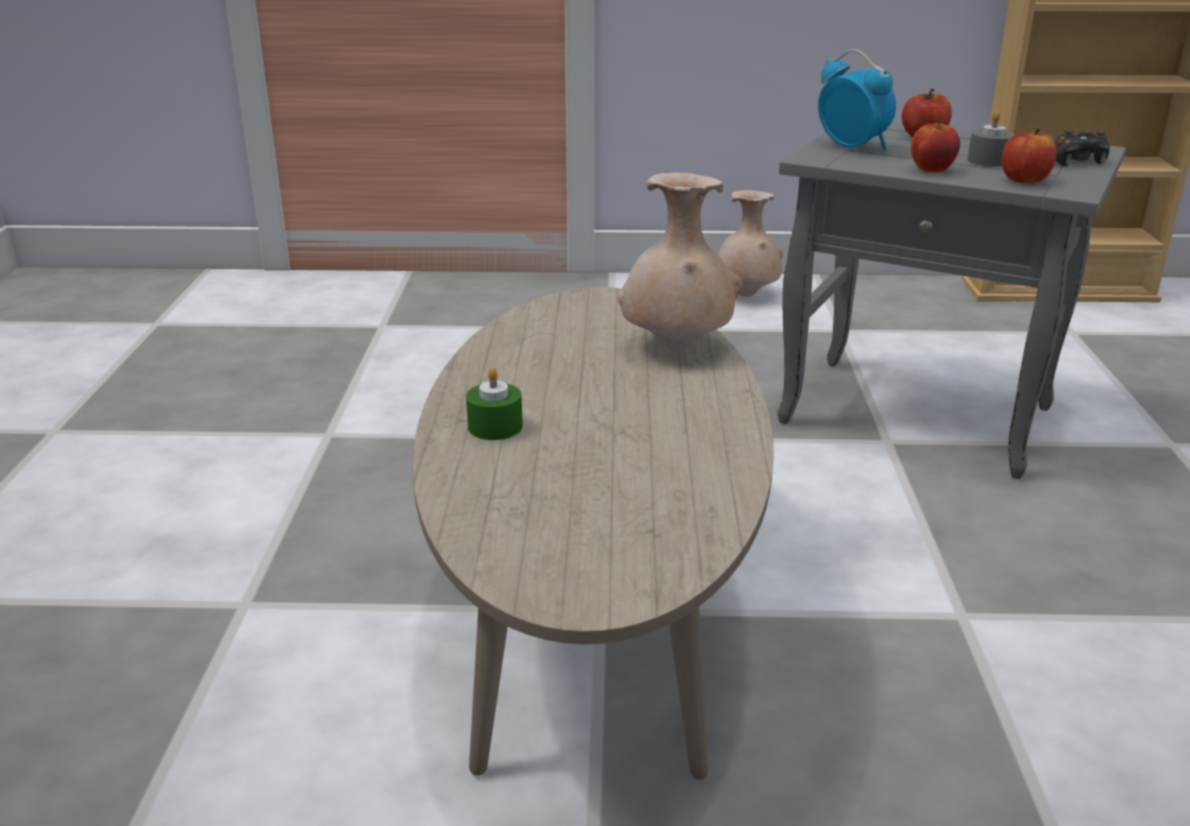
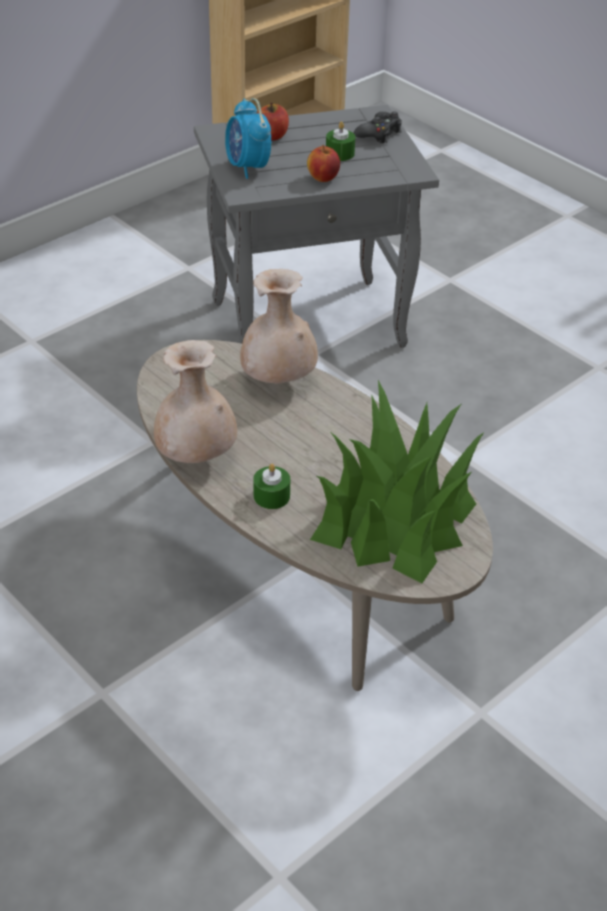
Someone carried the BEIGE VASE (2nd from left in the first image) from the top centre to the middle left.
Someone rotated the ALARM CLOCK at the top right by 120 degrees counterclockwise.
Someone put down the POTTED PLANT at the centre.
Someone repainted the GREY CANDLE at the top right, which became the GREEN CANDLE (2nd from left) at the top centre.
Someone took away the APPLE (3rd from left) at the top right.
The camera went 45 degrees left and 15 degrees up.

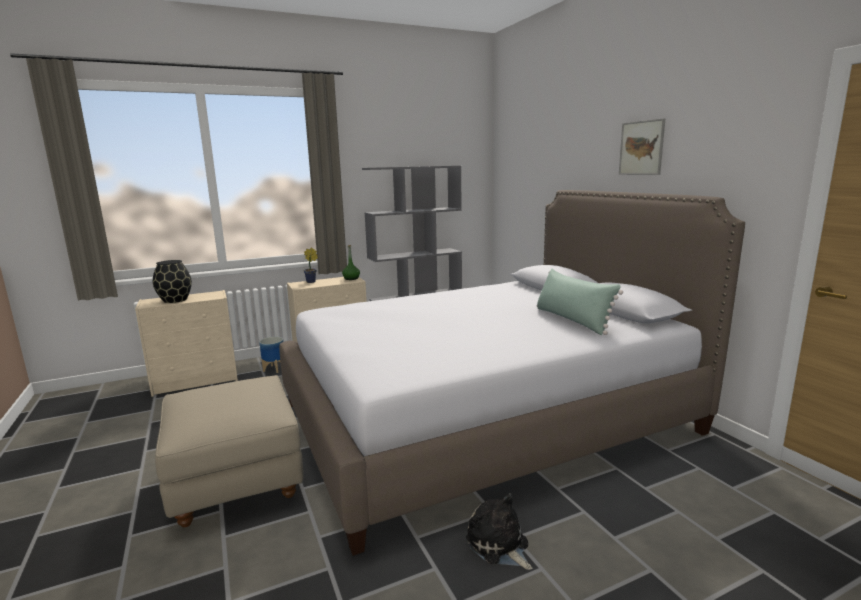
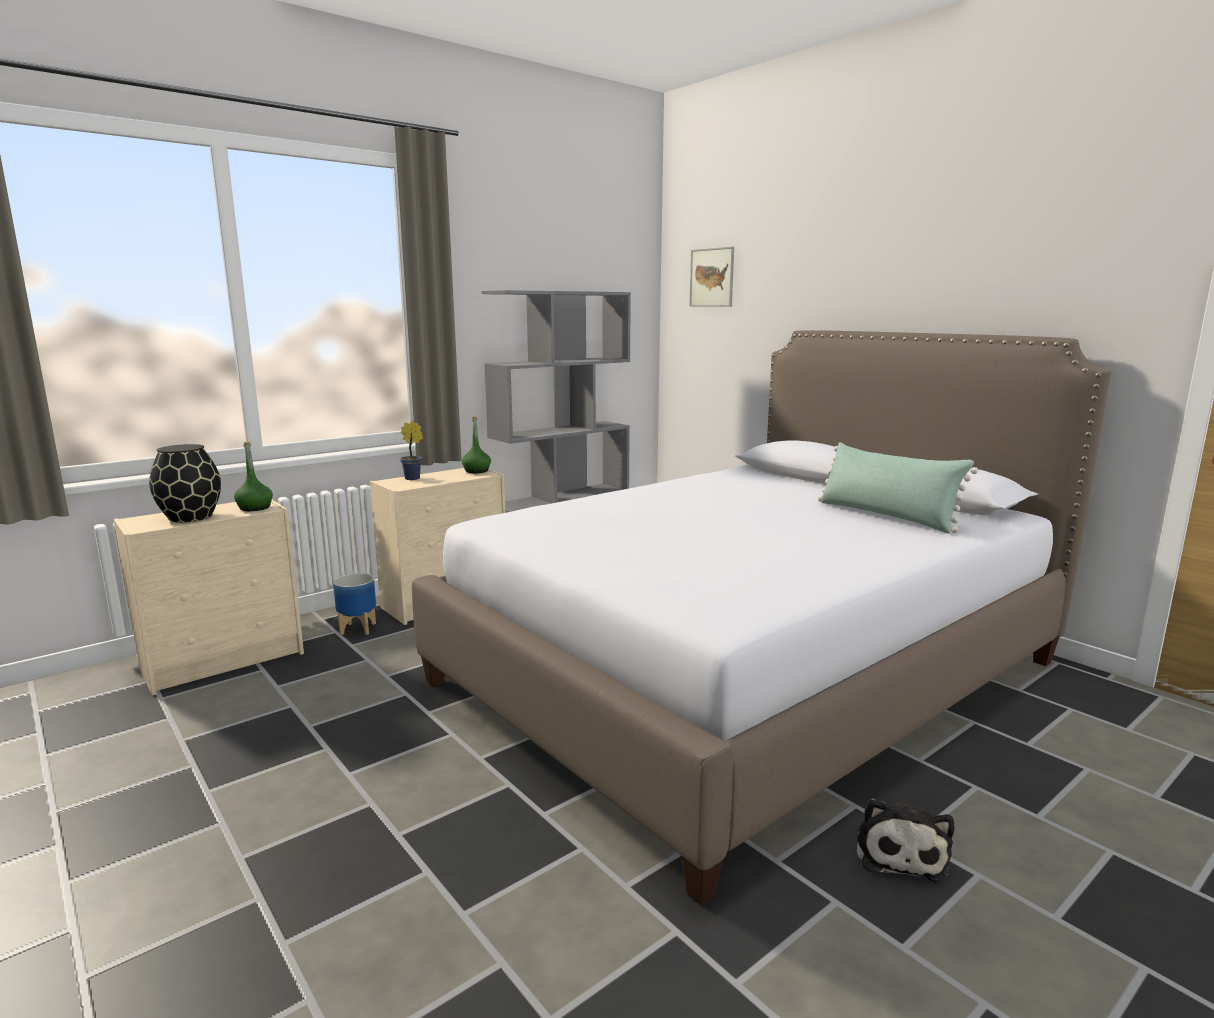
Someone put down the GREEN BOTTLE (1st from left) at the middle left.
Someone carried the PICTURE from the top right to the top centre.
Someone rotated the PLUSH TOY at the bottom centre by 120 degrees counterclockwise.
Someone took away the BEIGE OTTOMAN at the bottom left.
The camera went 15 degrees left and 0 degrees up.

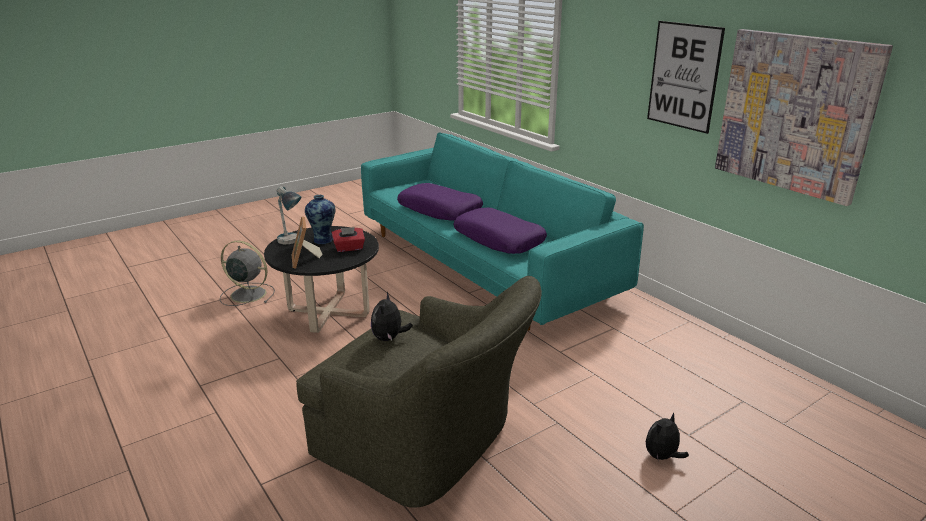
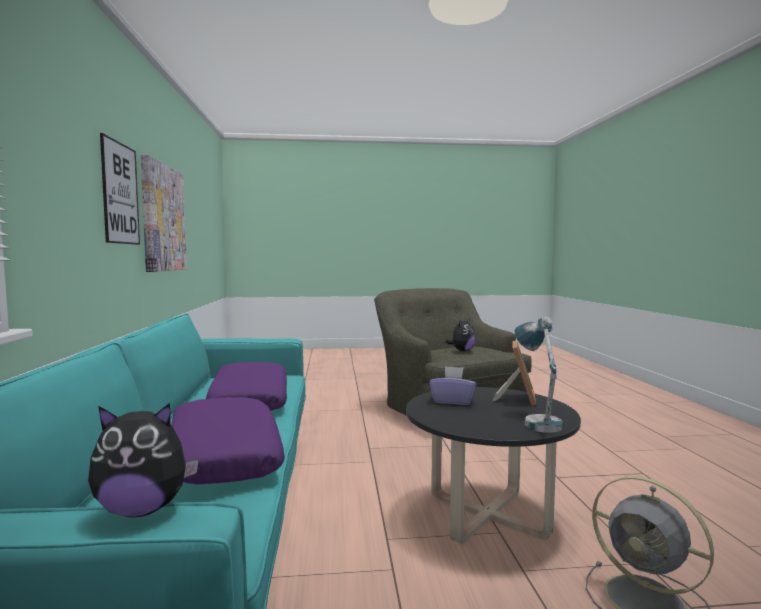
Someone carried the PLUSH TOY (2nd from left in the first image) from the bottom right to the bottom left.
Someone repainted the RED TISSUE BOX at the centre, which became the PURPLE TISSUE BOX at the centre.
Someone took away the VASE at the centre.
The camera went 150 degrees left and 20 degrees down.

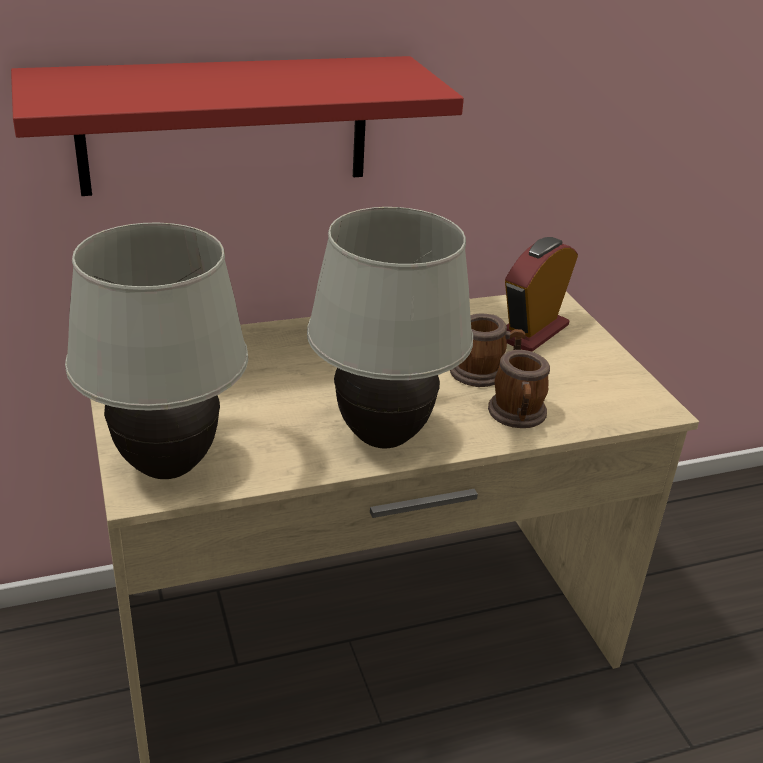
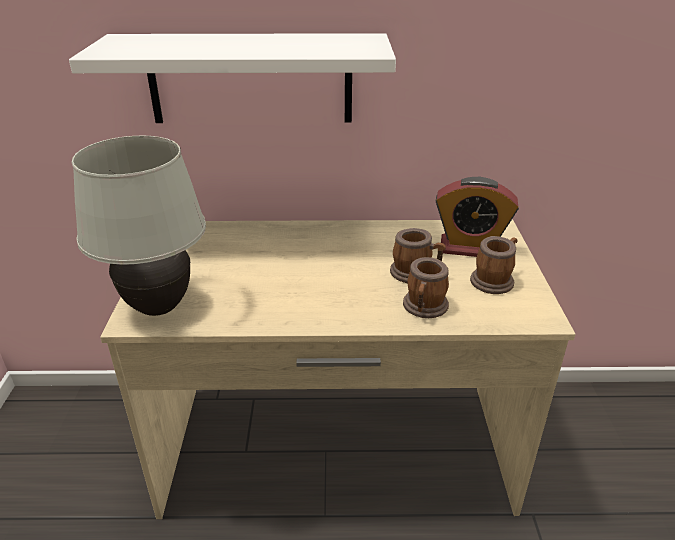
Someone repainted the RED SHELF at the top left, which became the WHITE SHELF at the top centre.
Someone rotated the ALARM CLOCK at the middle right by 135 degrees counterclockwise.
Someone put down the MUG (3rd from left) at the middle right.
Someone took away the WHITE TABLE LAMP (2nd from left) at the centre.
The camera went 20 degrees right and 0 degrees up.

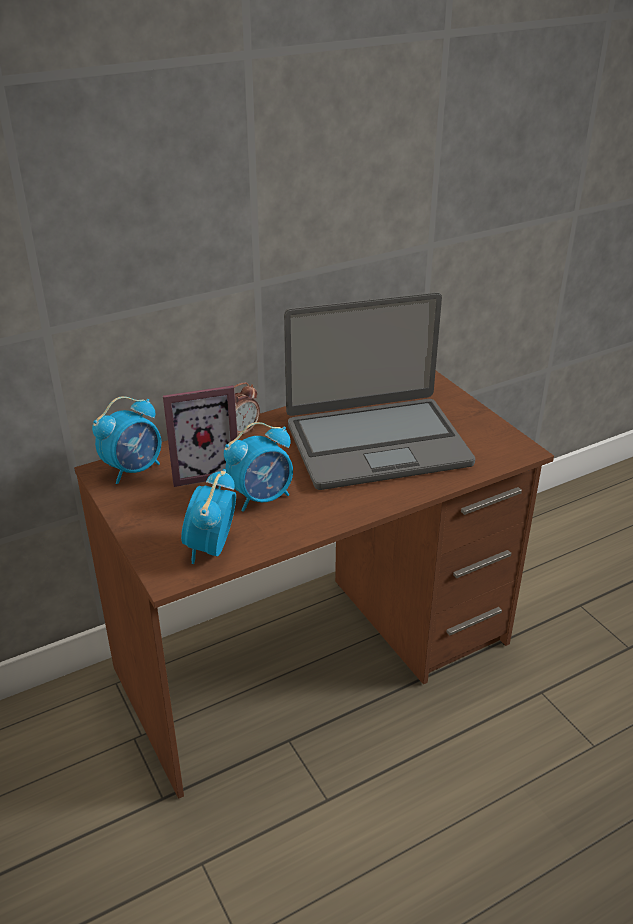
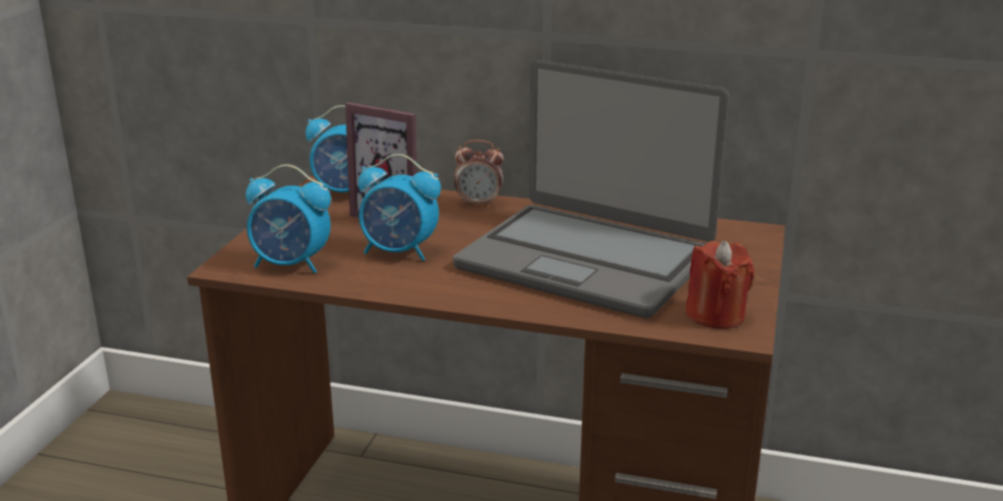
Someone rotated the ALARM CLOCK (2nd from left in the first image) at the middle left by 135 degrees counterclockwise.
Someone put down the RED CANDLE at the middle right.
The camera went 45 degrees right and 10 degrees down.

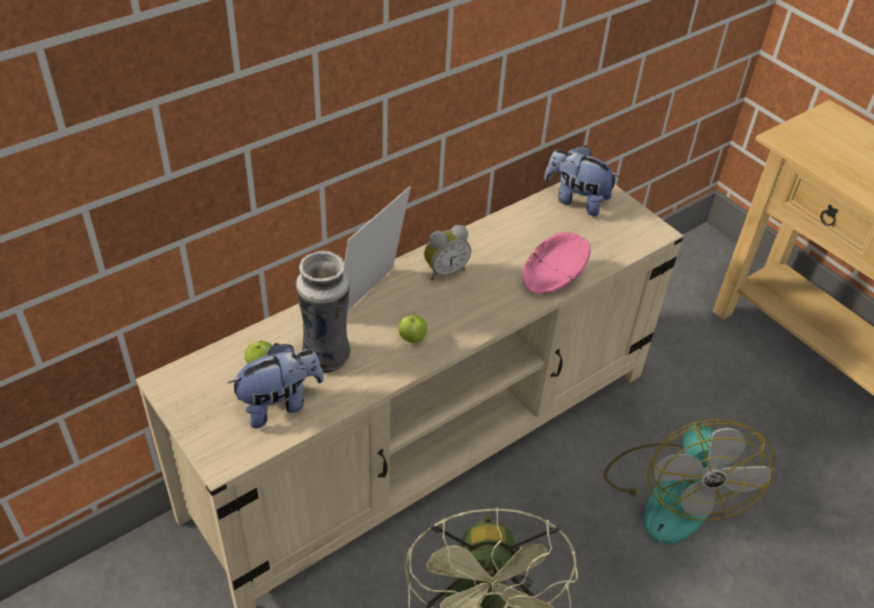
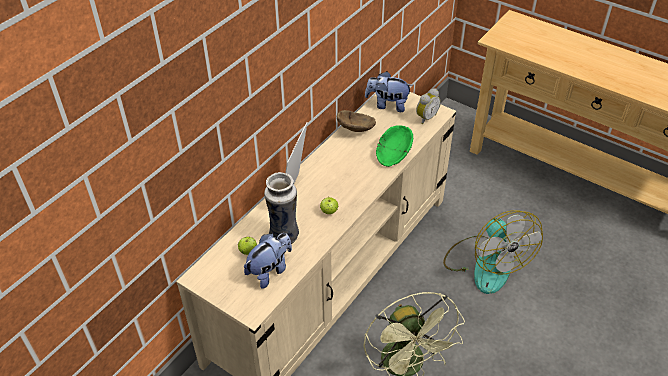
Someone put down the BROWN BOWL at the top centre.
Someone repainted the PINK BOWL at the centre, which became the GREEN BOWL at the centre.
Someone carried the ALARM CLOCK from the centre to the top centre.
The camera went 15 degrees left and 0 degrees up.

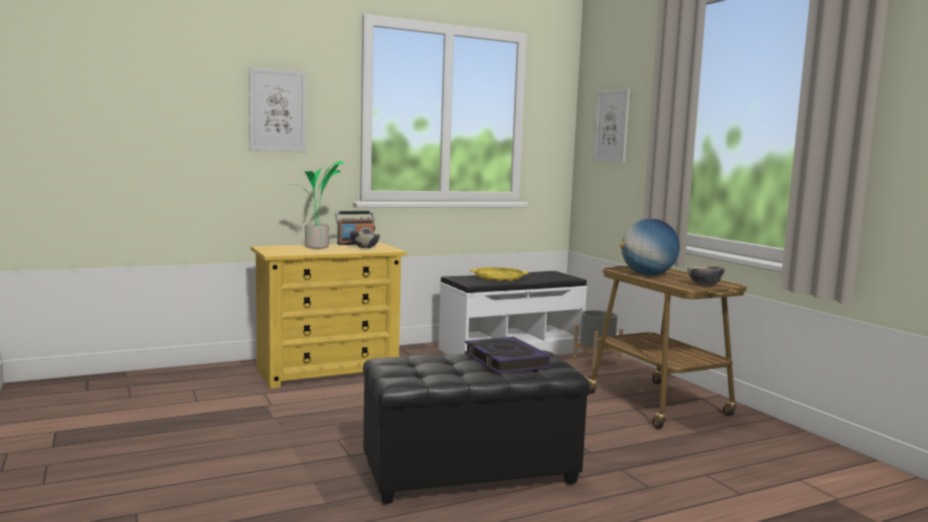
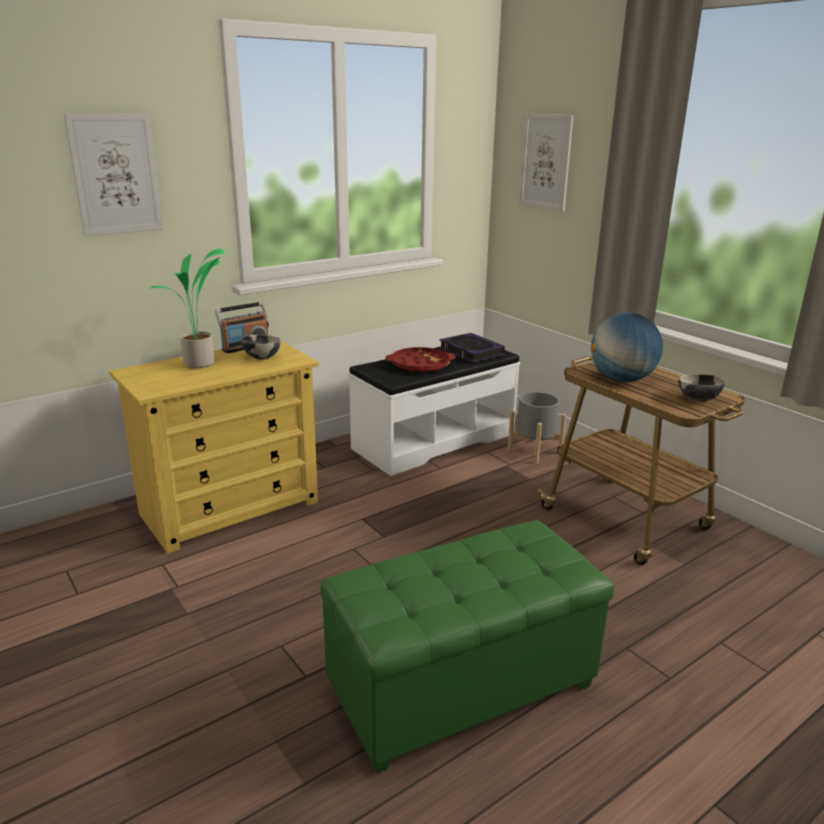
Someone repainted the BLACK OTTOMAN at the bottom centre, which became the GREEN OTTOMAN at the bottom centre.
Someone repainted the YELLOW TRAY at the centre, which became the RED TRAY at the centre.
Someone carried the BOOK from the bottom centre to the centre.
The camera went 10 degrees left and 15 degrees up.

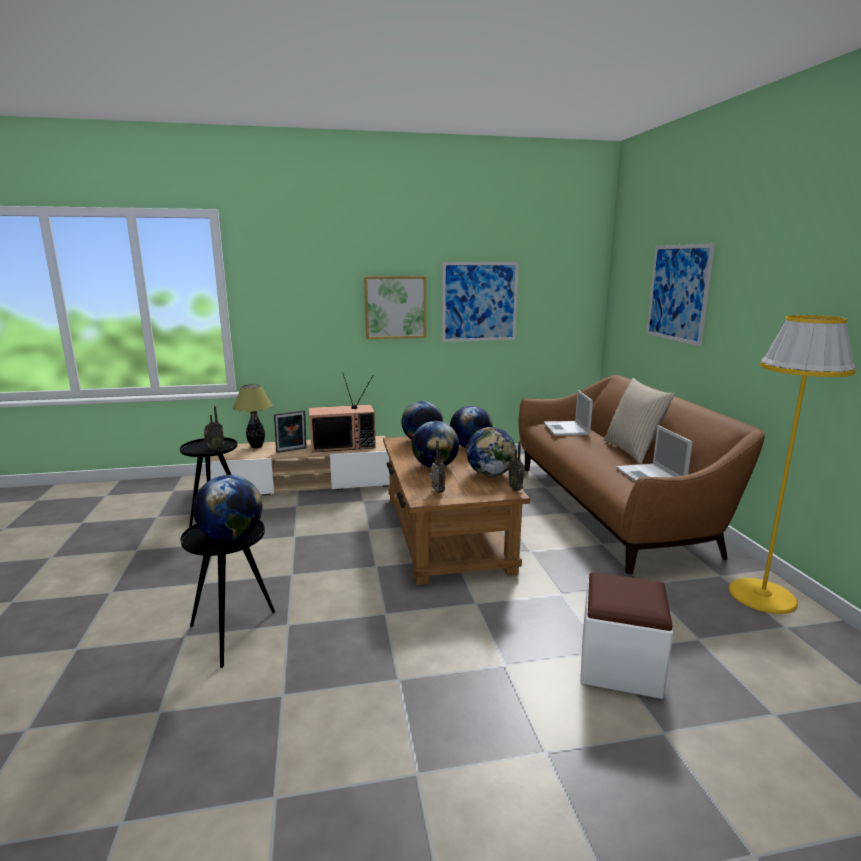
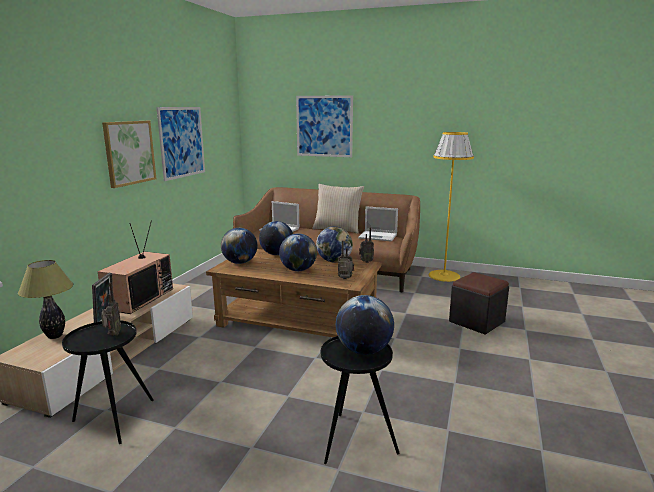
Someone repainted the WHITE OTTOMAN at the bottom right, which became the BLACK OTTOMAN at the middle right.
The camera went 60 degrees left and 0 degrees up.

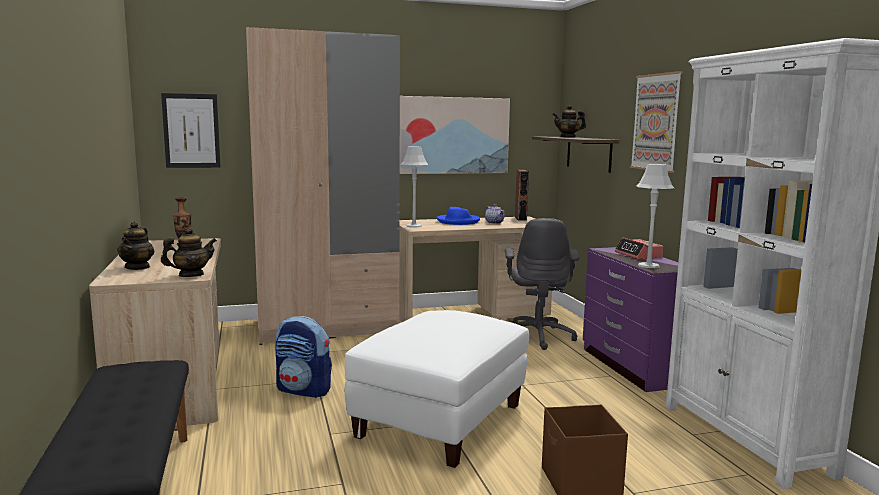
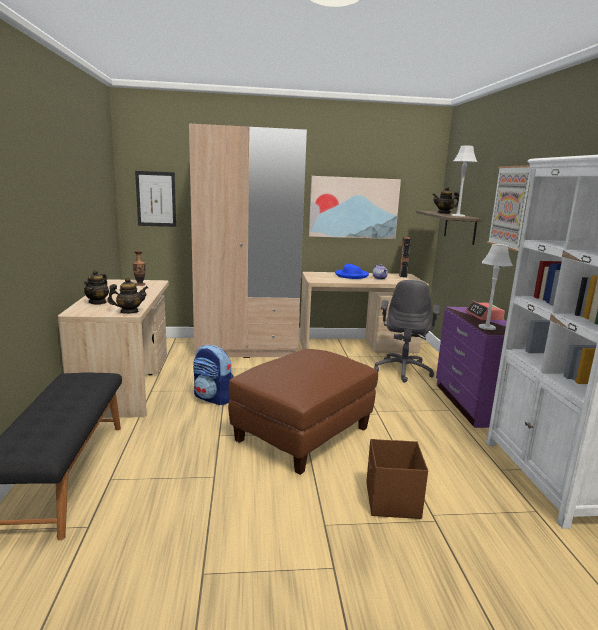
Someone repainted the WHITE OTTOMAN at the bottom centre, which became the BROWN OTTOMAN at the centre.
Someone carried the GREY TABLE LAMP (1st from left) from the centre to the top right.
The camera went 10 degrees right and 5 degrees up.

